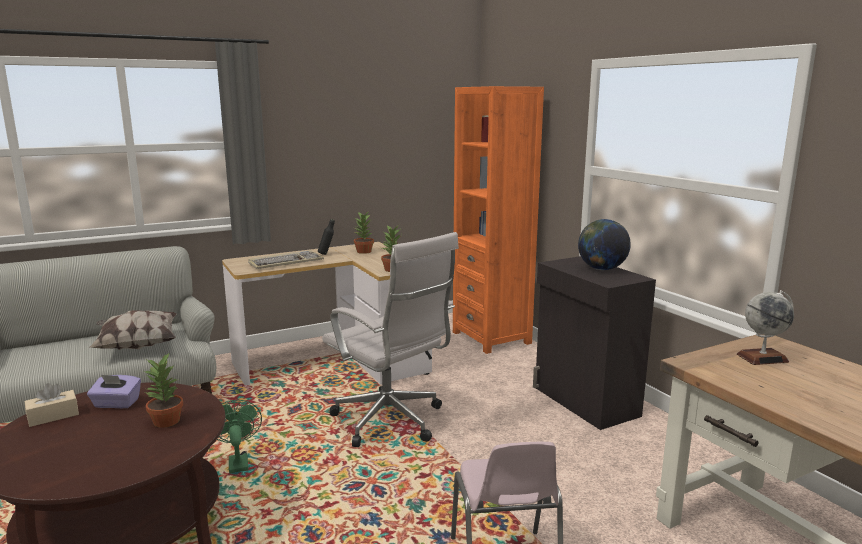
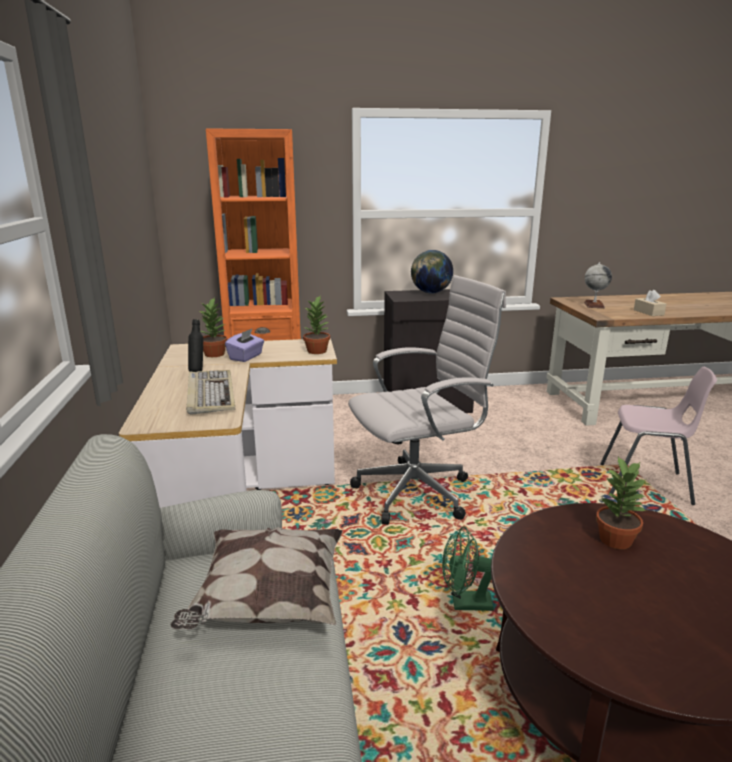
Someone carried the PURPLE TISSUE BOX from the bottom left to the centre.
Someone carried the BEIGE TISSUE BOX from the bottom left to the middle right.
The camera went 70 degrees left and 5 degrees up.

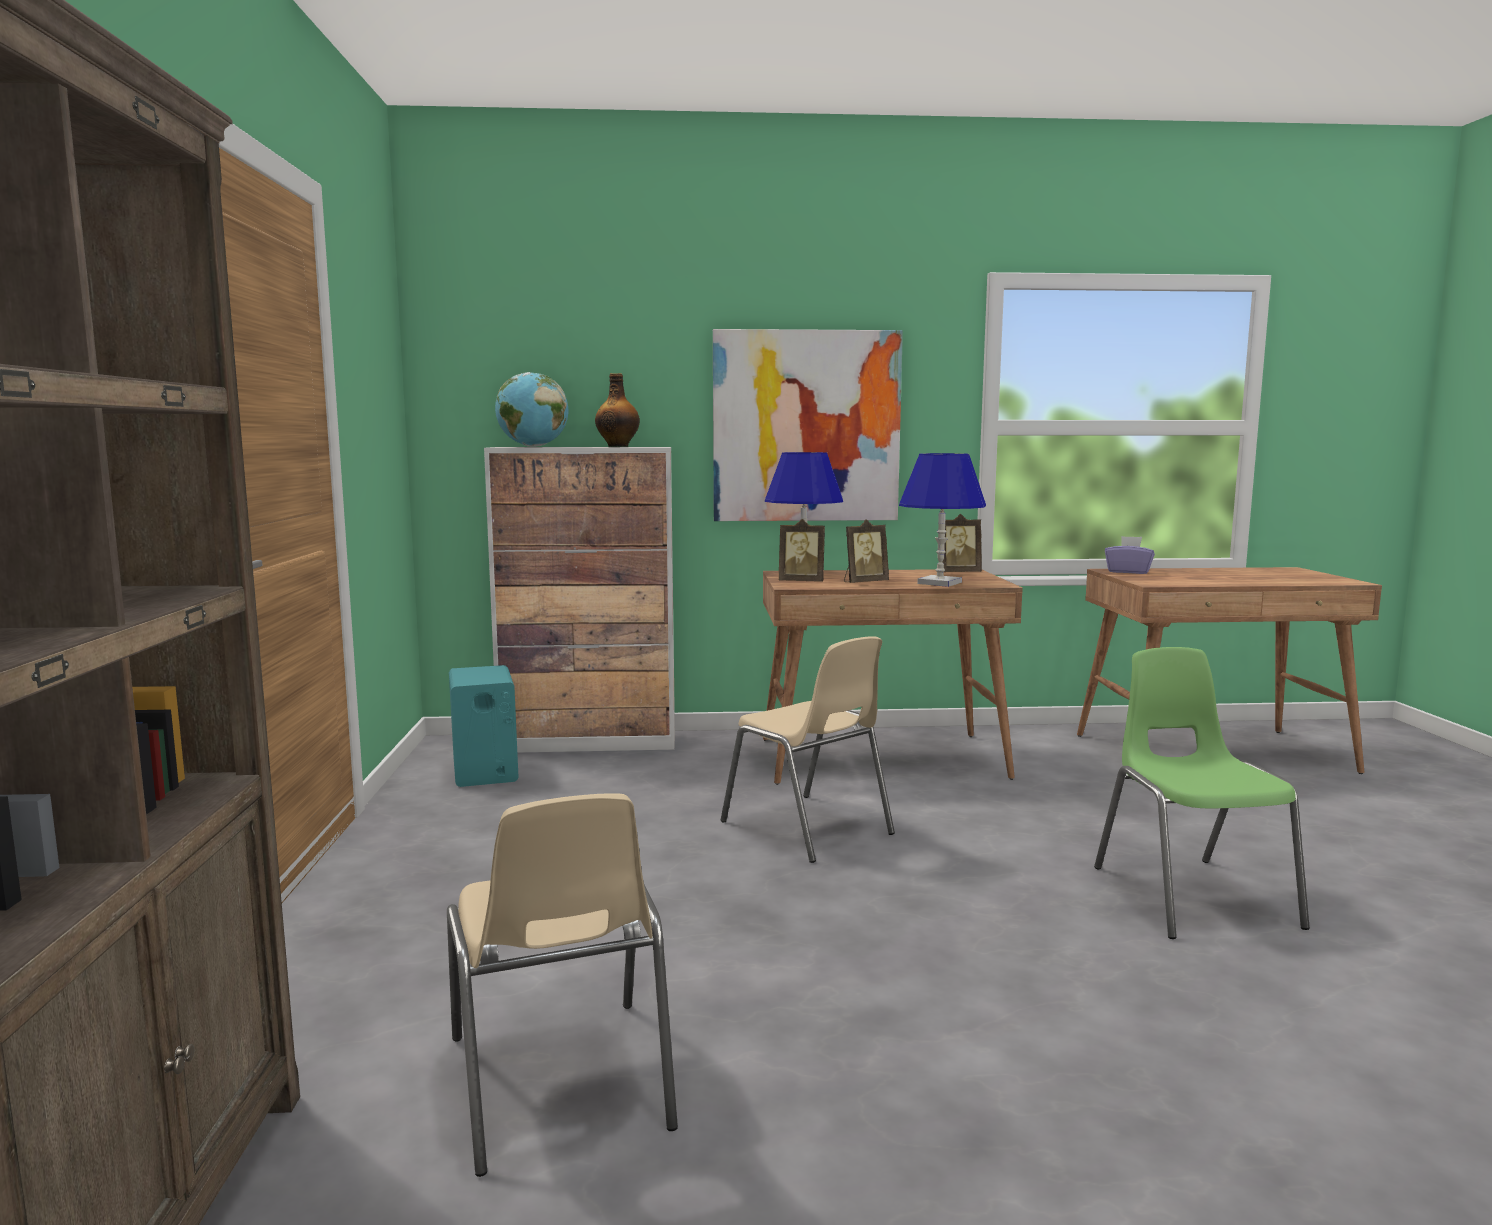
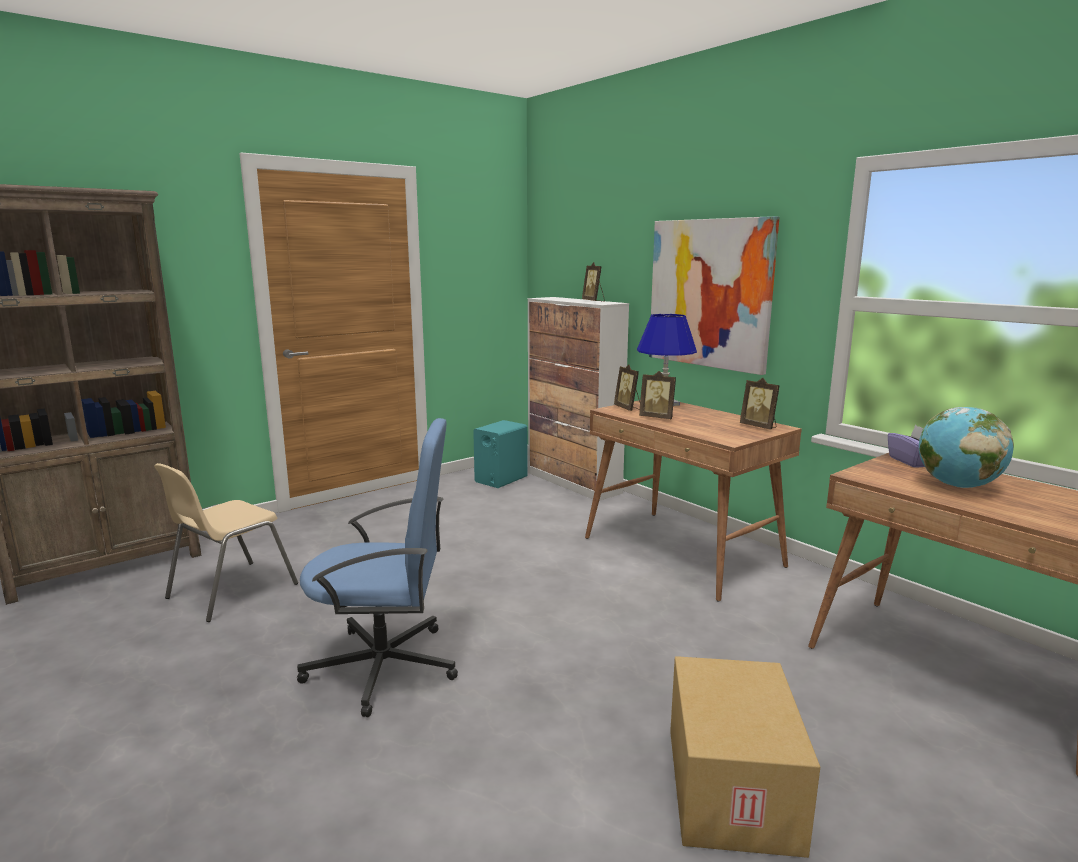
Someone put down the BLUE OFFICE CHAIR at the centre.
Someone swapped the BOTTLE at the centre for the PICTURE FRAME (1st from left) at the top centre.
Someone put down the CARDBOARD BOX at the bottom right.
Someone carried the GLOBE from the centre to the middle right.
Someone took away the BEIGE CHAIR (2nd from left) at the centre.
Someone took away the BLUE TABLE LAMP (2nd from left) at the centre.
Someone took away the GREEN CHAIR at the middle right.
The camera went 55 degrees right and 5 degrees up.

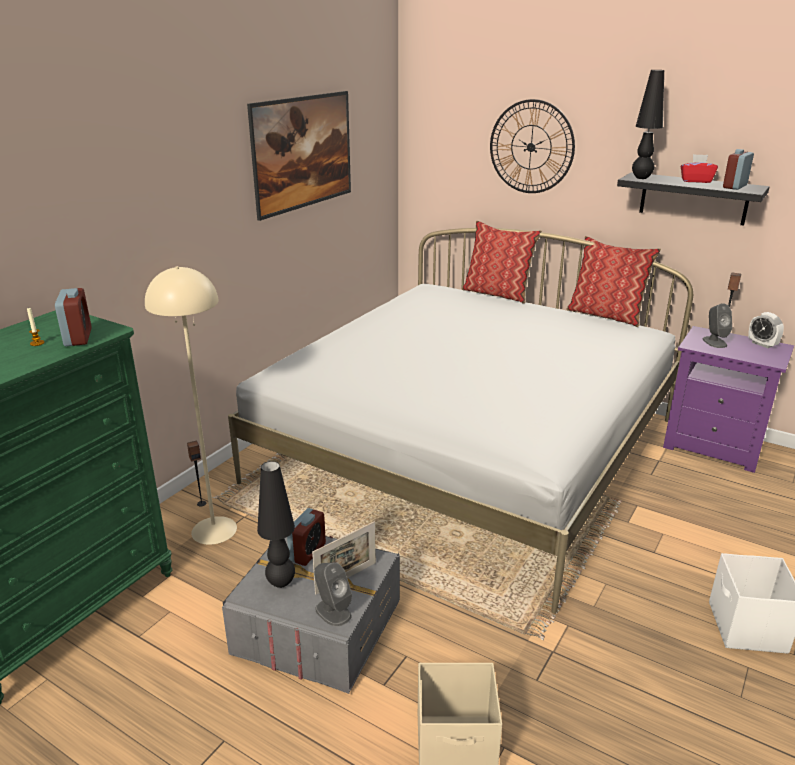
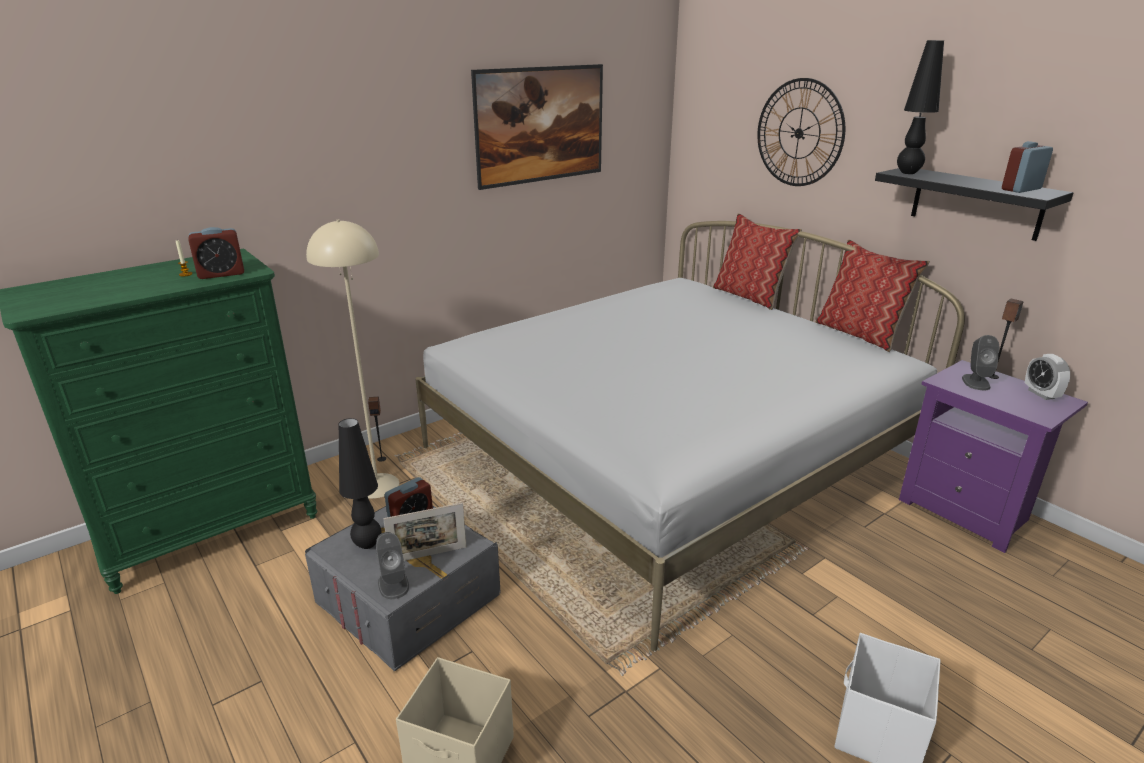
Someone rotated the ALARM CLOCK (1st from left) at the middle left by 60 degrees clockwise.
Someone took away the RED TISSUE BOX at the top right.
The camera went 20 degrees right and 0 degrees up.

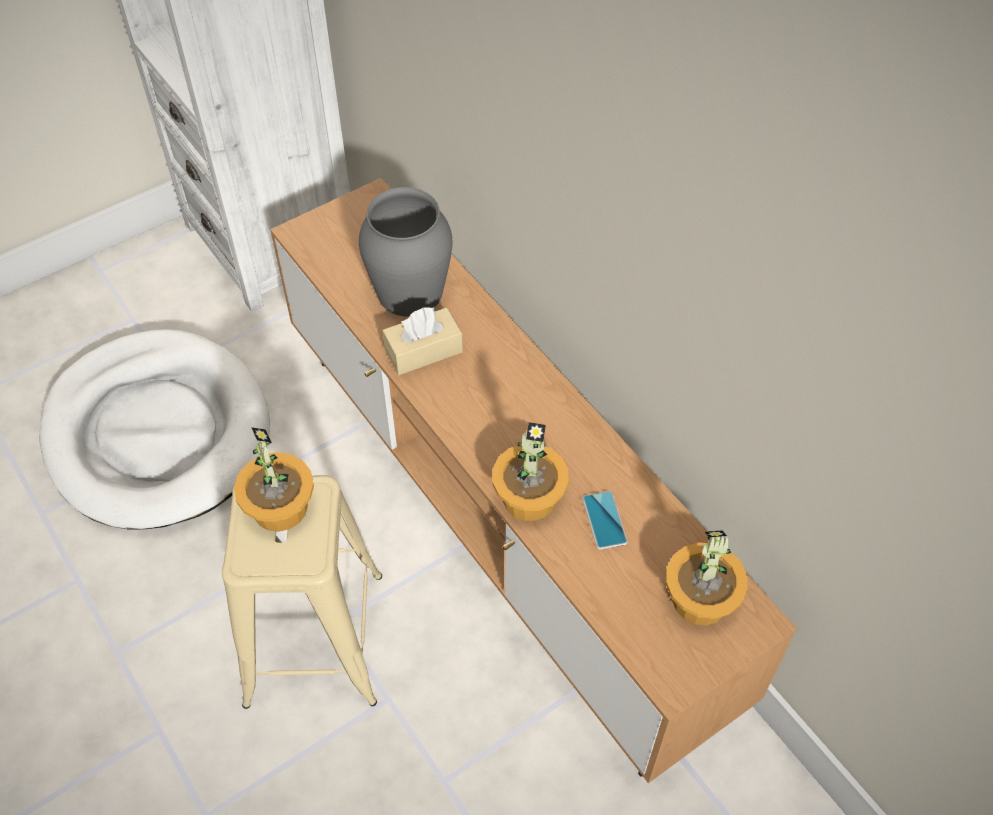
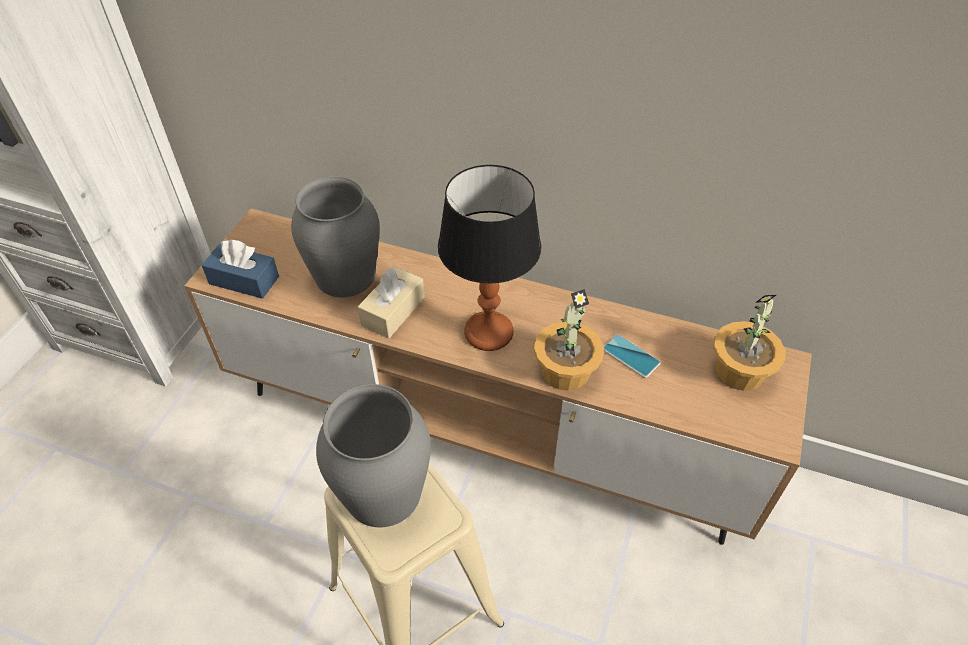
Someone put down the BLUE TISSUE BOX at the middle left.
Someone swapped the POTTED PLANT (1st from left) at the middle left for the GREY VASE (2nd from left) at the bottom centre.
Someone put down the TABLE LAMP at the centre.
Someone took away the WHITE DOG BED at the middle left.
The camera went 35 degrees left and 5 degrees down.

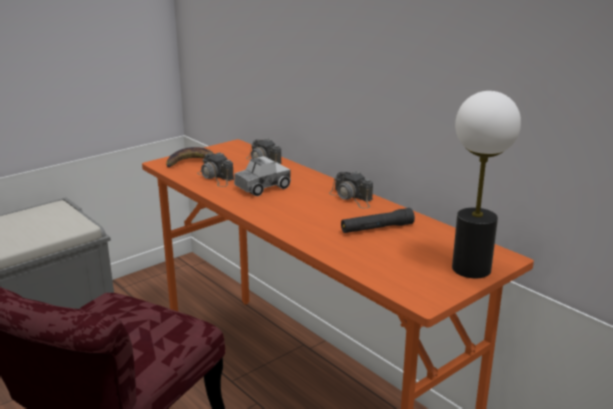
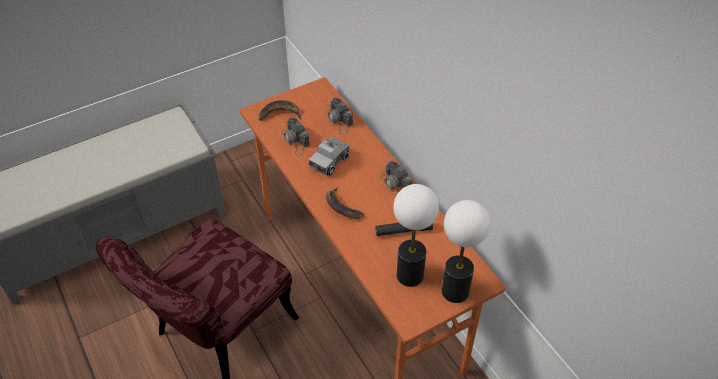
Someone rotated the TOY TRUCK at the centre by 150 degrees clockwise.
Someone put down the BANANA (2nd from left) at the centre.
Someone put down the TABLE LAMP (1st from left) at the centre.
The camera went 10 degrees right and 25 degrees up.

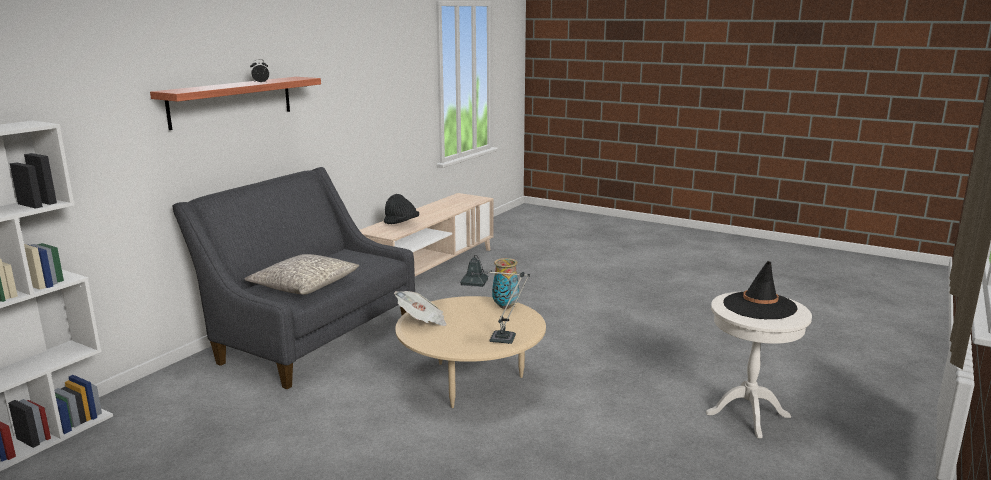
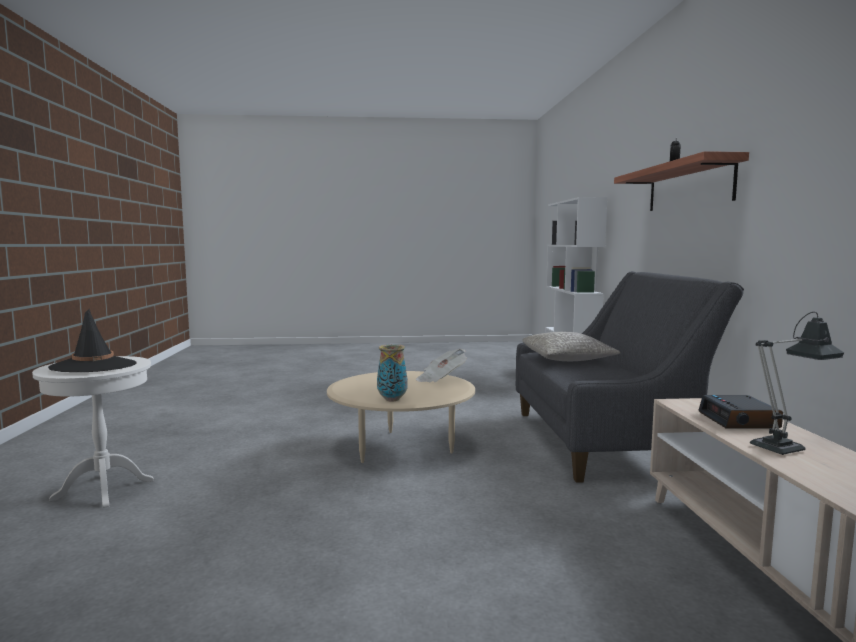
Someone swapped the BLACK HAT (1st from left) at the centre for the ALARM CLOCK (2nd from left) at the middle right.
Someone carried the TABLE LAMP from the centre to the middle right.
The camera went 145 degrees right and 10 degrees down.

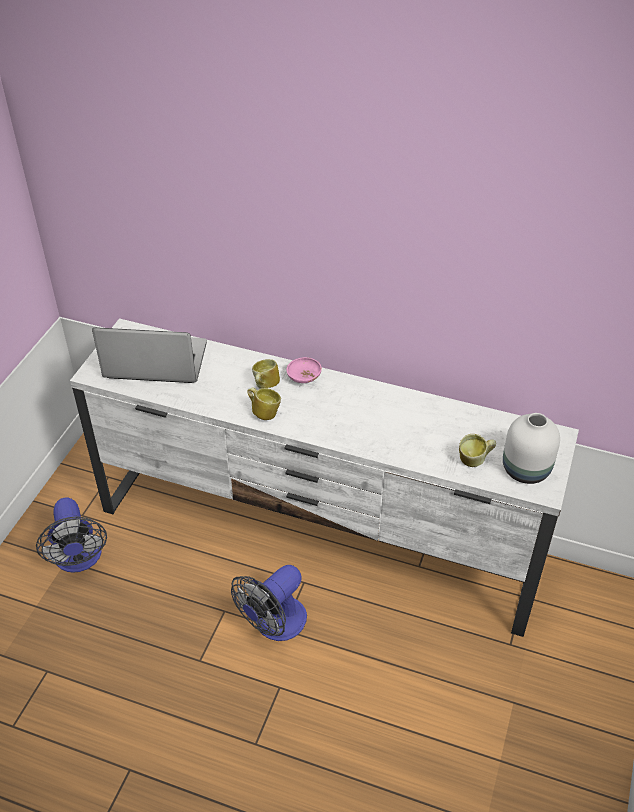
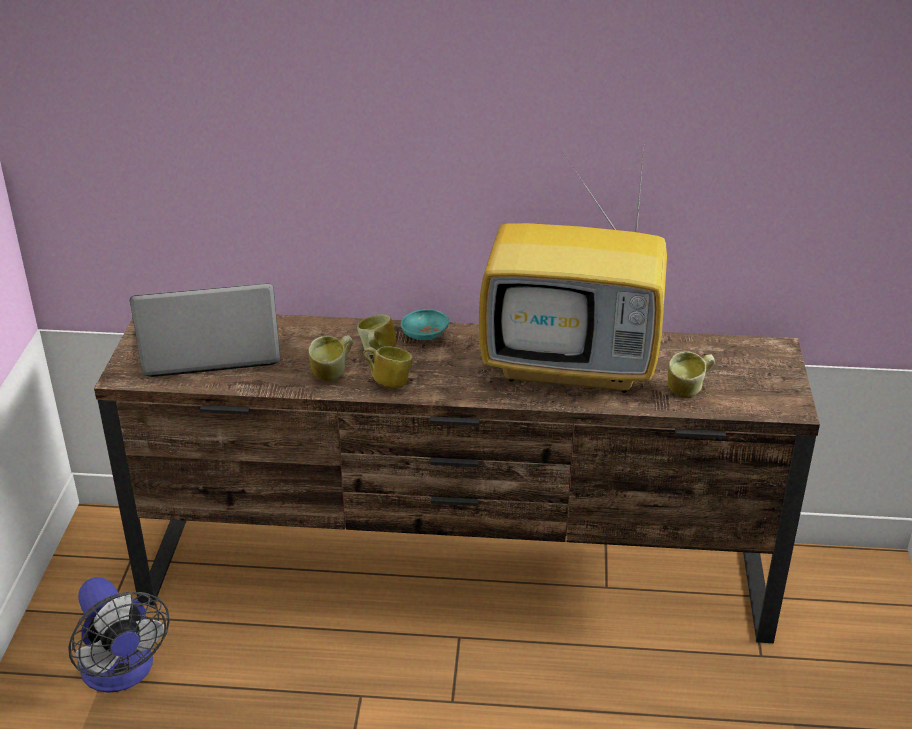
Someone repainted the WHITE TV STAND at the centre, which became the BROWN TV STAND at the centre.
Someone put down the MUG (1st from left) at the centre.
Someone repainted the PINK BOWL at the centre, which became the TURQUOISE BOWL at the centre.
Someone put down the TELEVISION at the centre.
Someone took away the FAN (2nd from left) at the bottom centre.
Someone took away the WHITE VASE at the middle right.
The camera went 15 degrees left and 10 degrees down.

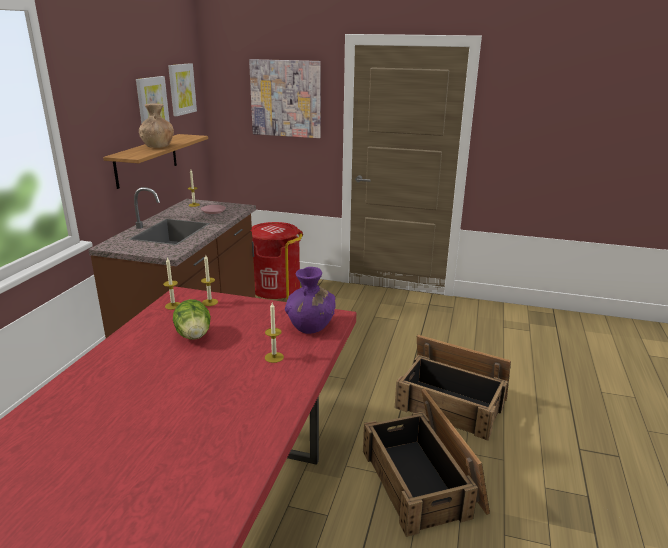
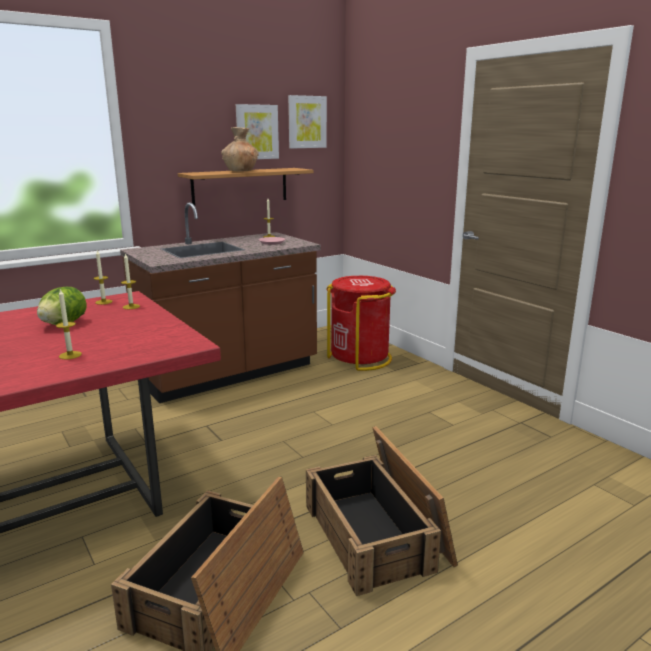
Someone took away the PICTURE (3rd from left) at the top centre.
Someone took away the PURPLE VASE at the centre.
The camera went 40 degrees right and 5 degrees down.

